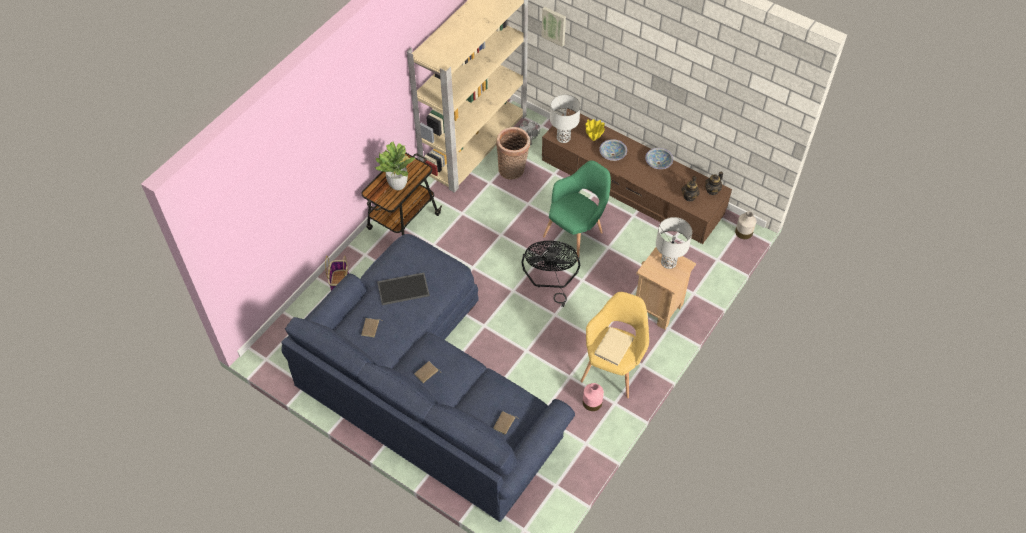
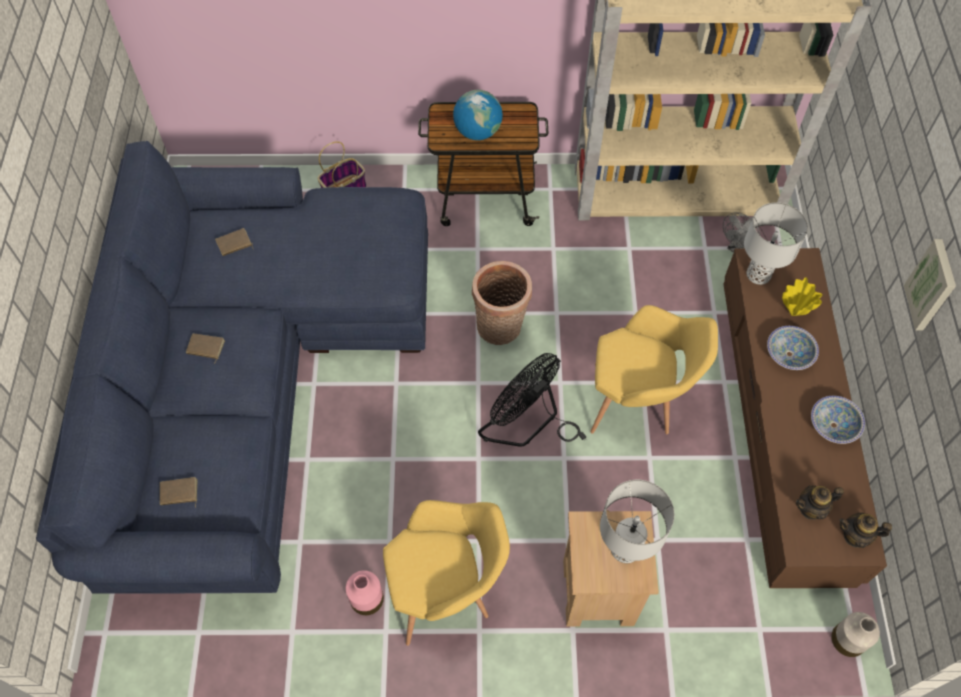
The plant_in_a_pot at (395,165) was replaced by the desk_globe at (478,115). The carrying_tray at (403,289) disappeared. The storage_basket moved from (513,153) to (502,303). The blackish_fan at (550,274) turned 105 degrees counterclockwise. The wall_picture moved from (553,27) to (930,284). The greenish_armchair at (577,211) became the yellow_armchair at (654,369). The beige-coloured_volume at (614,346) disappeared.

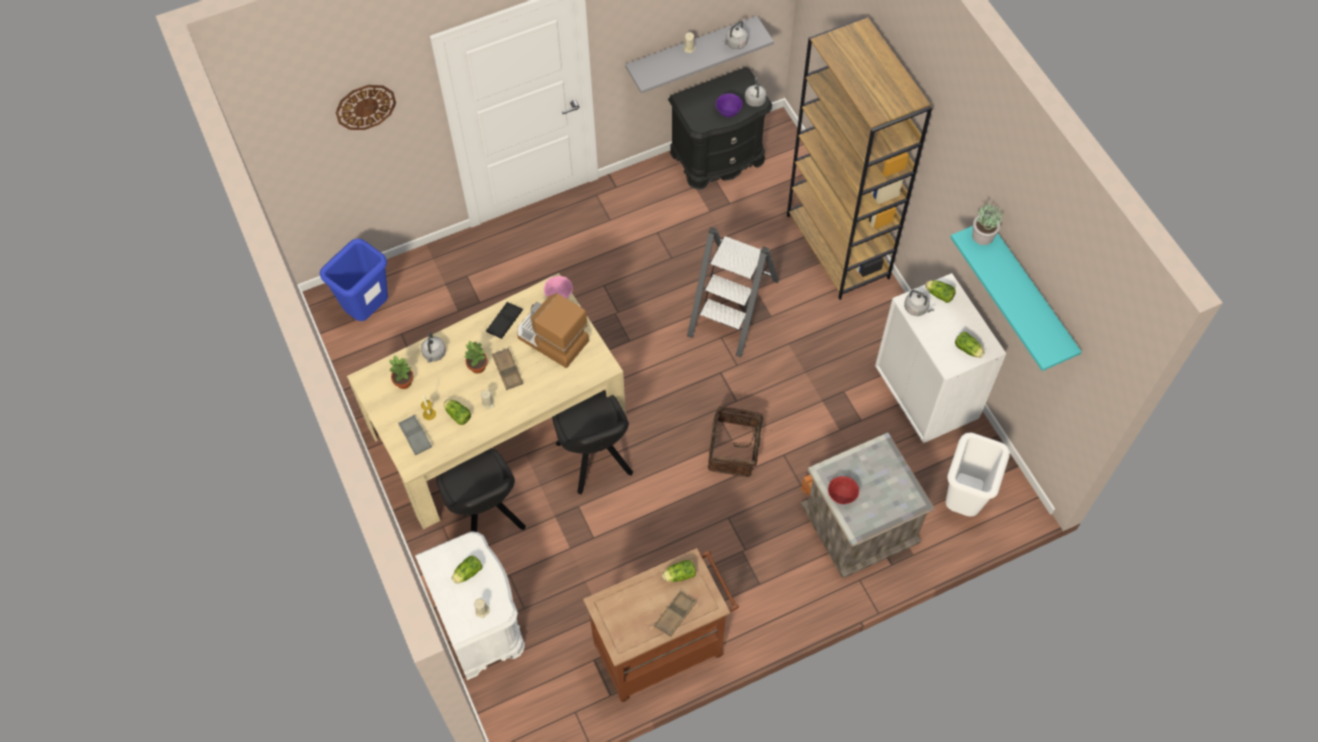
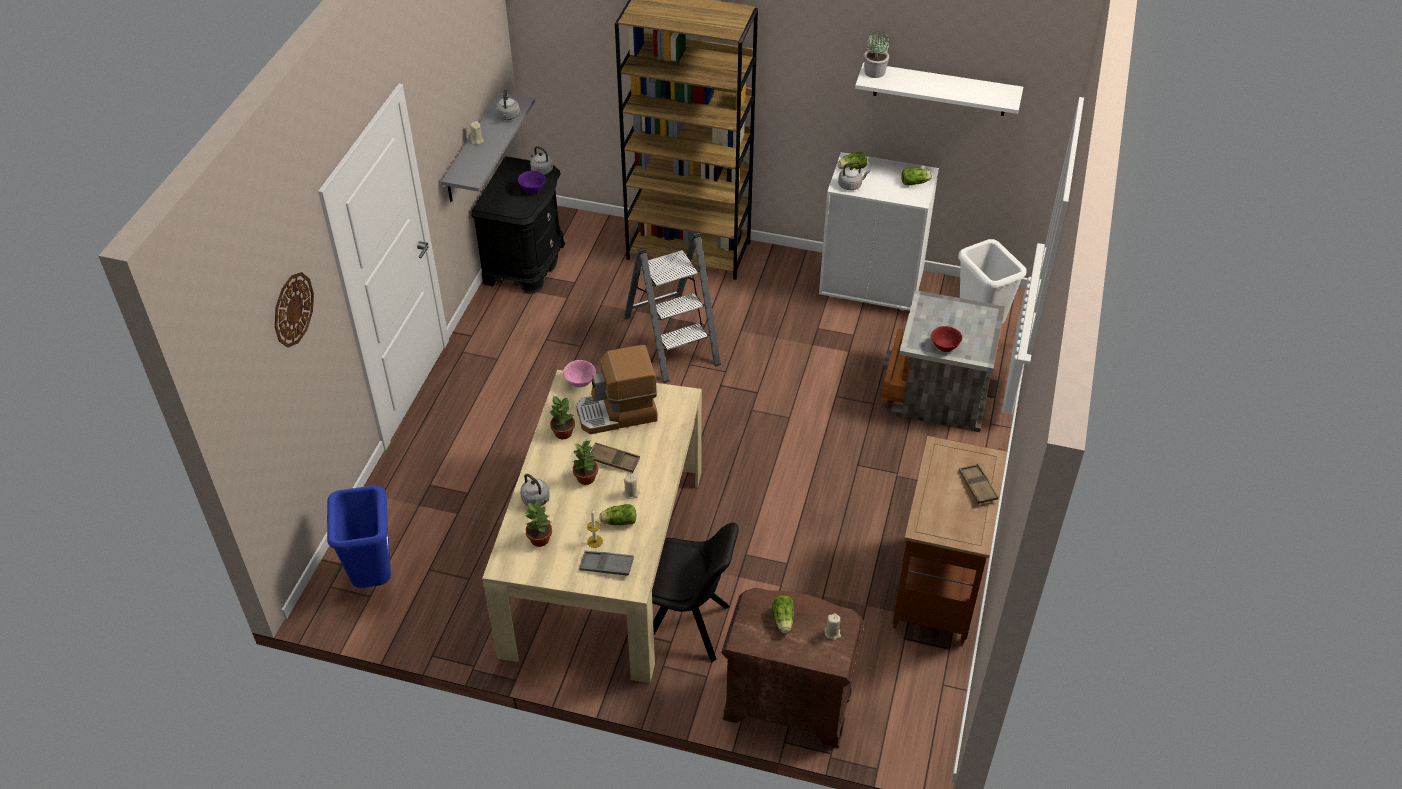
The white-coloured_bedside_table at (470,605) became the brownish_bedside_table at (792,668). The blackish_carrying_tray at (504,320) was replaced by the plant_in_a_pot at (562,417). The blackish_chair at (592,442) disappeared. The head_of_lettuce at (679,571) disappeared. The storage_basket at (739,441) disappeared. The turquoise-coloured_wall_shelf at (1016,298) became the white-coloured_wall_shelf at (939,89).

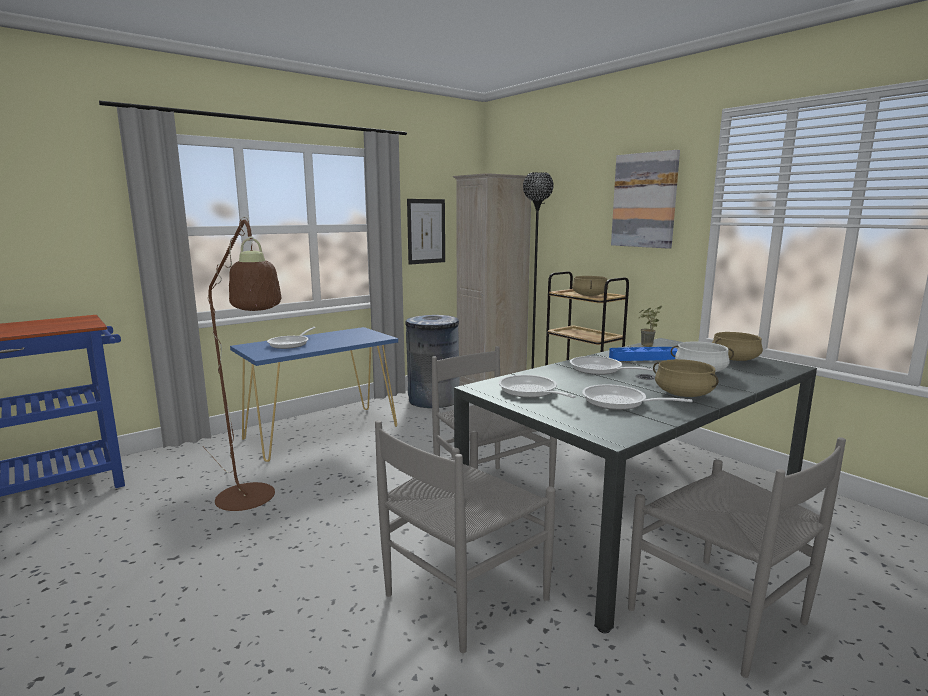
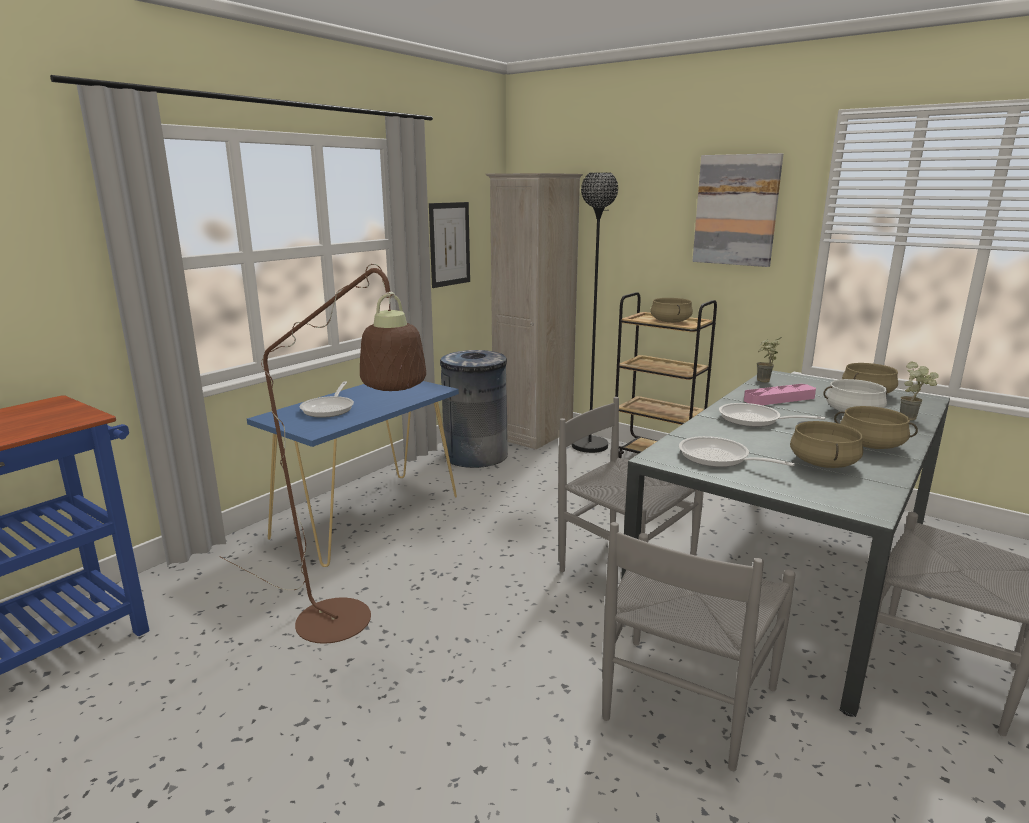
The frying_pan at (637,397) was replaced by the beige-coloured_cooking_pot at (826,444). The bluish_carrying_tray at (643,354) became the pink_carrying_tray at (780,394). The plant_in_a_pot at (919,390) appeared.

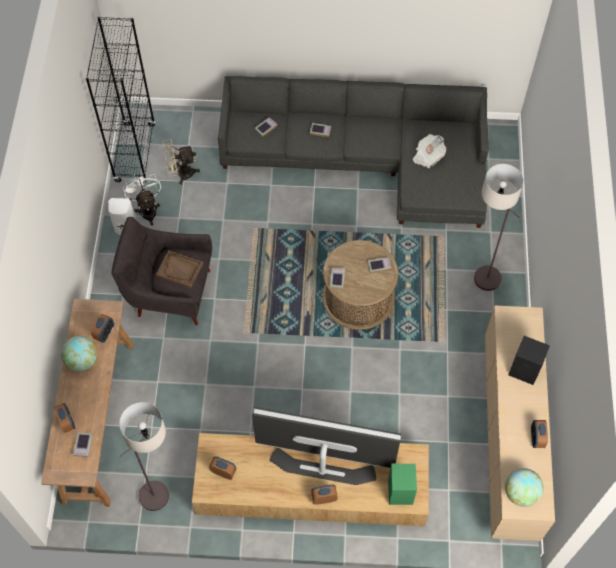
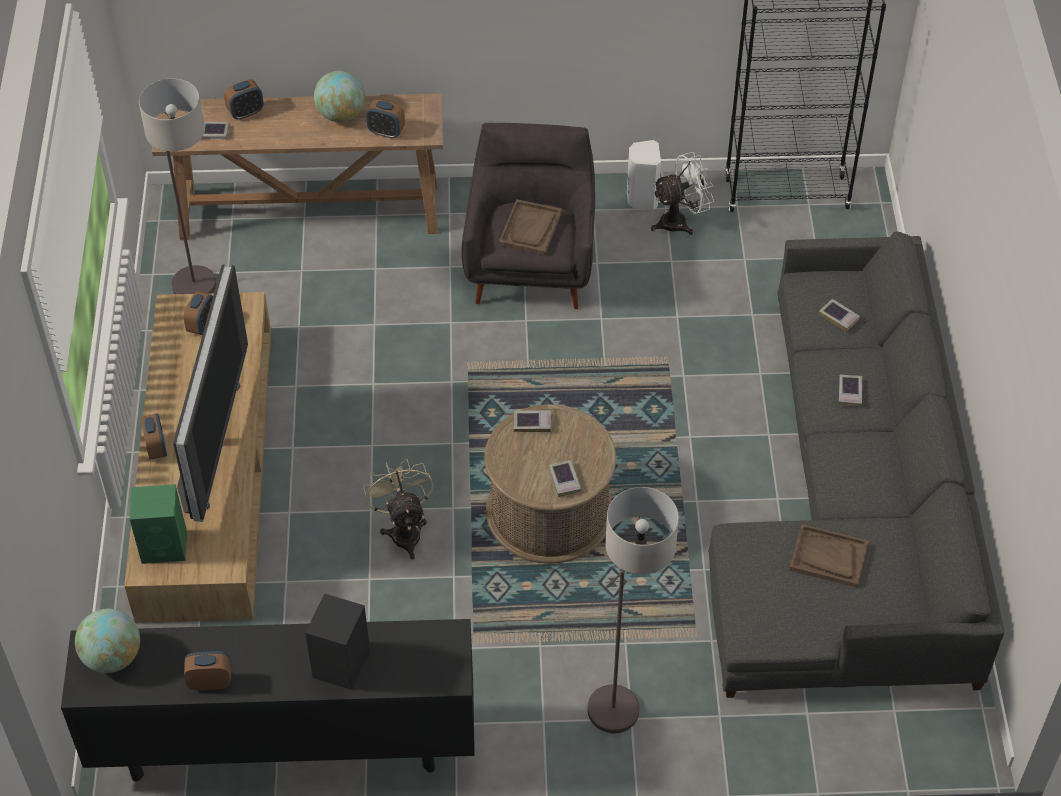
The beige-coloured_fan moved from (181,162) to (398,509). The newspaper at (429,151) was replaced by the brownish_carrying_tray at (829,556). The beige-coloured_cupboard at (520,423) became the blackish_cupboard at (268,700).

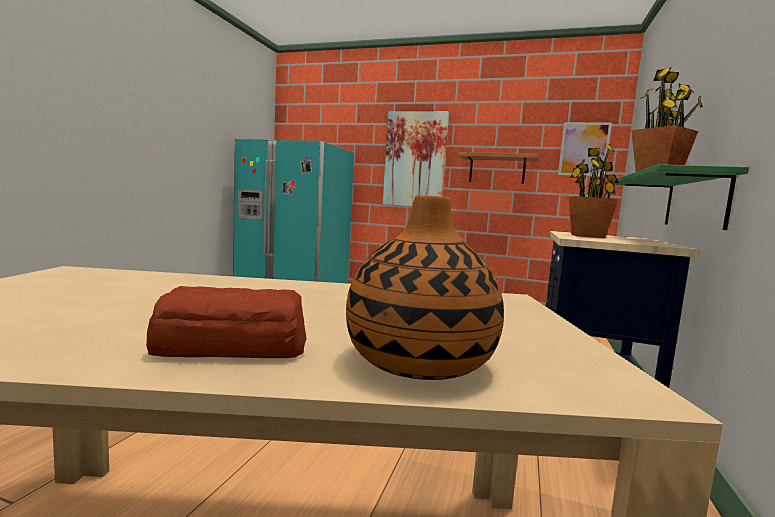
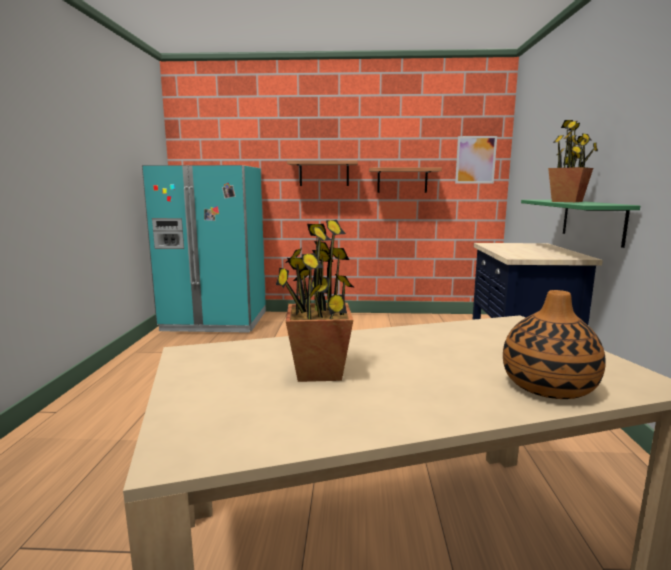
The bread at (226,322) disappeared. The wall_picture at (416,158) was replaced by the wall_shelf at (322,173). The plant_in_a_pot moved from (594,190) to (315,301).

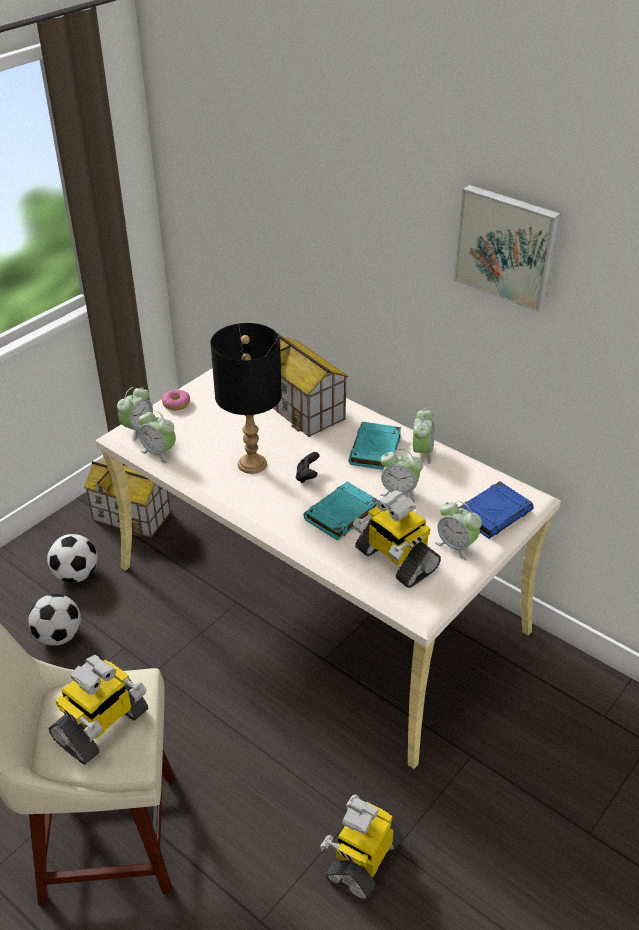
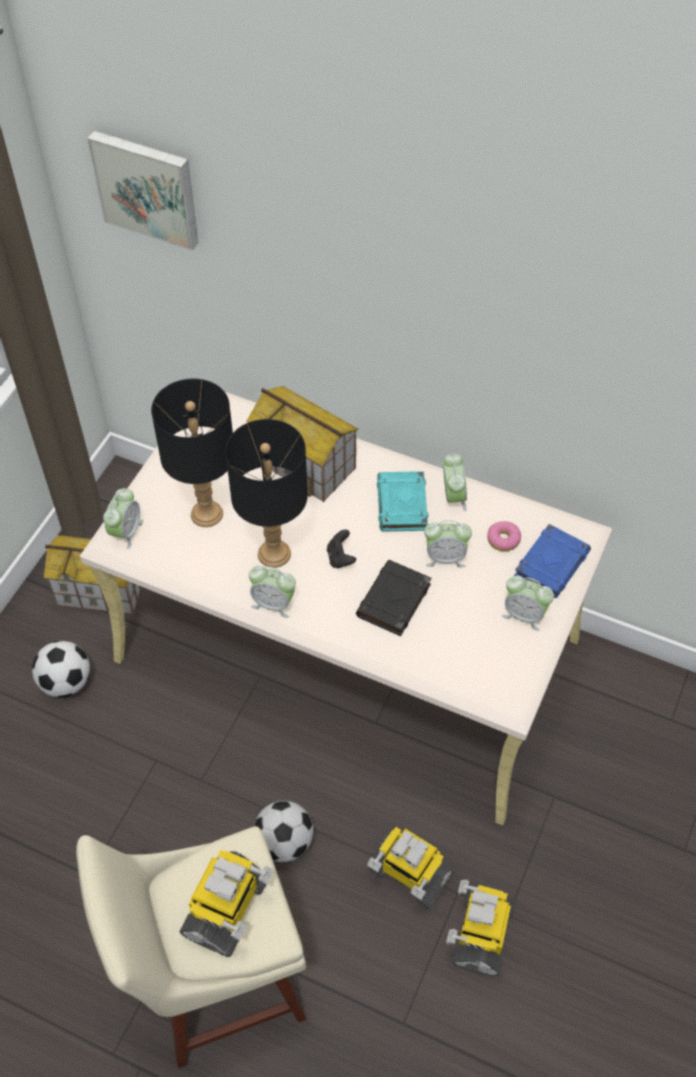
The ball_for_football moved from (54,620) to (283,831). The alarm_clock moved from (157,436) to (272,591). The ring_doughnut moved from (176,399) to (504,536). The turquoise-coloured_volume at (341,511) became the blackish_volume at (393,598). The model_robot moved from (397,539) to (410,868). The wall_picture moved from (507,248) to (143,191). The blackish_tabletop_lamp at (192,453) appeared.

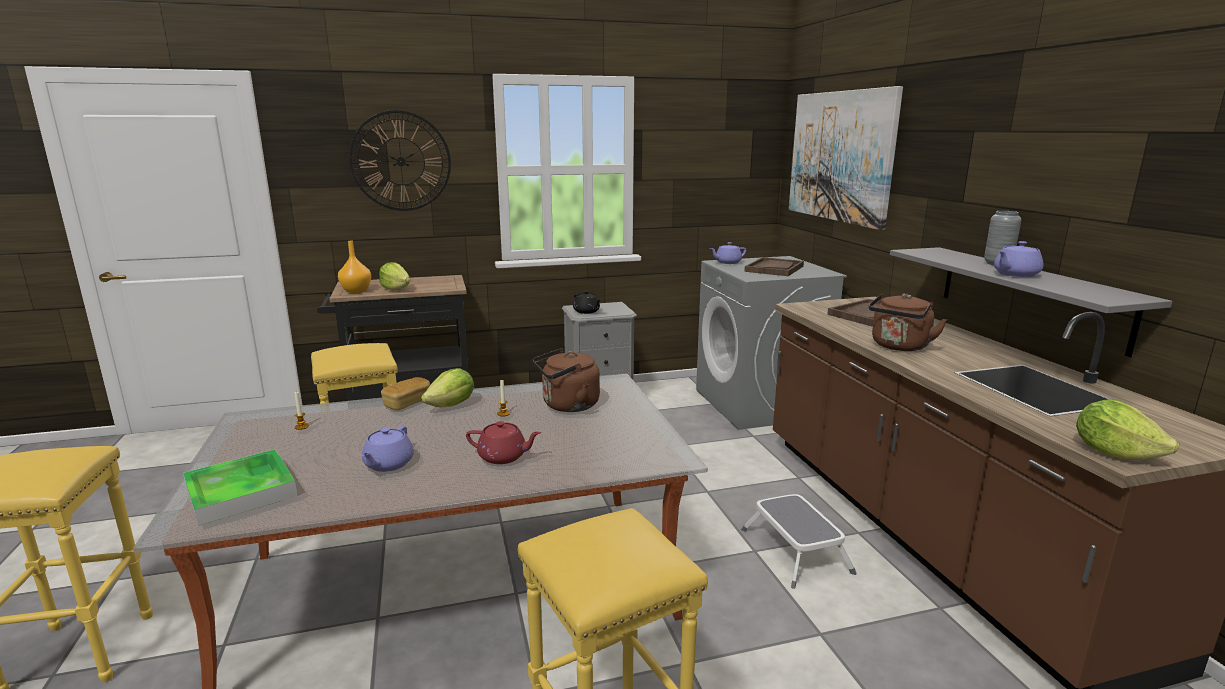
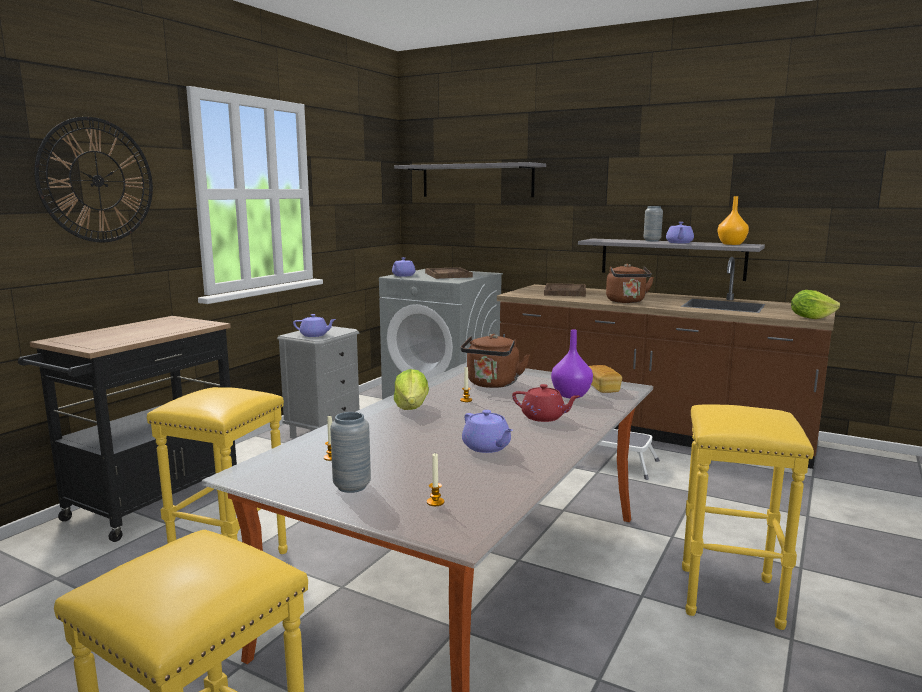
The carrying_tray at (240,487) was replaced by the candle at (435,479). The orange_vase moved from (354,266) to (733,220). The head_of_lettuce at (394,276) disappeared. The bread moved from (405,393) to (605,379). The red_tea_pot at (503,442) turned 60 degrees clockwise. The blackish_tea_pot at (586,302) became the purple_tea_pot at (314,325). The wall_picture at (846,158) was replaced by the greyish_wall_shelf at (470,179). The greyish_vase at (350,452) appeared. The purple_vase at (572,364) appeared.

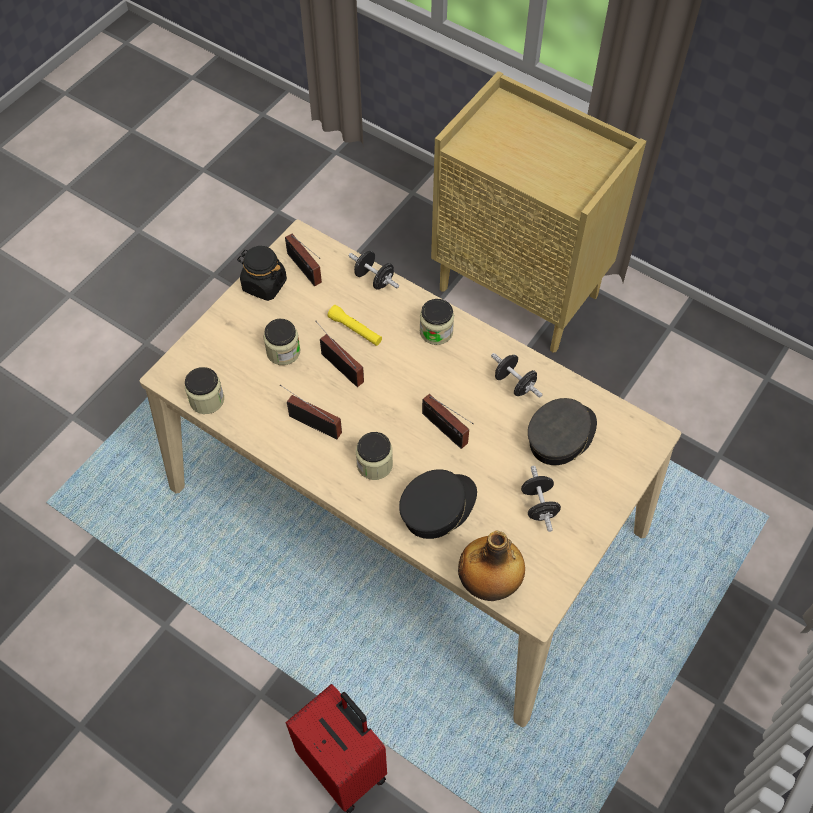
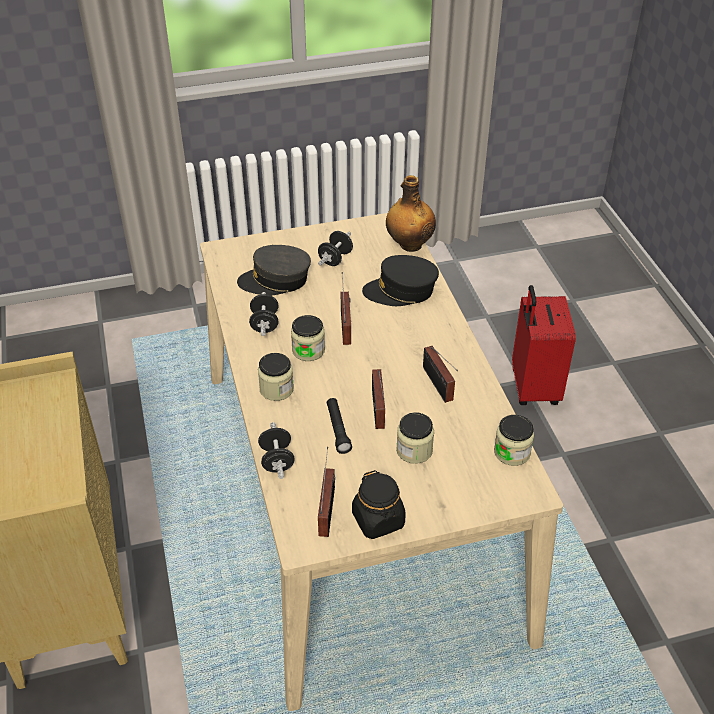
The yellow_hand_torch at (354,325) became the blackish_hand_torch at (339,426). The storage_jar moved from (374,456) to (308,338).

